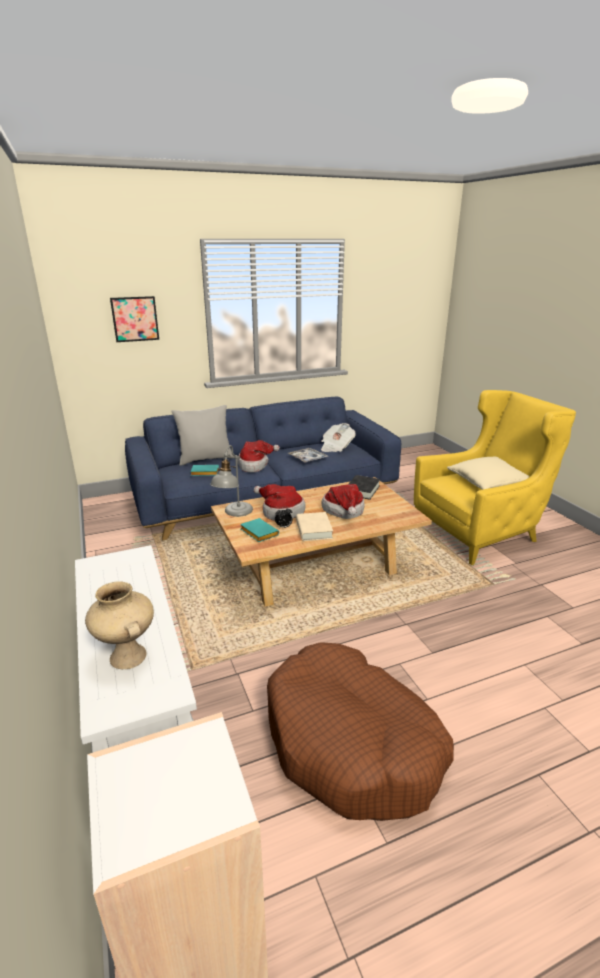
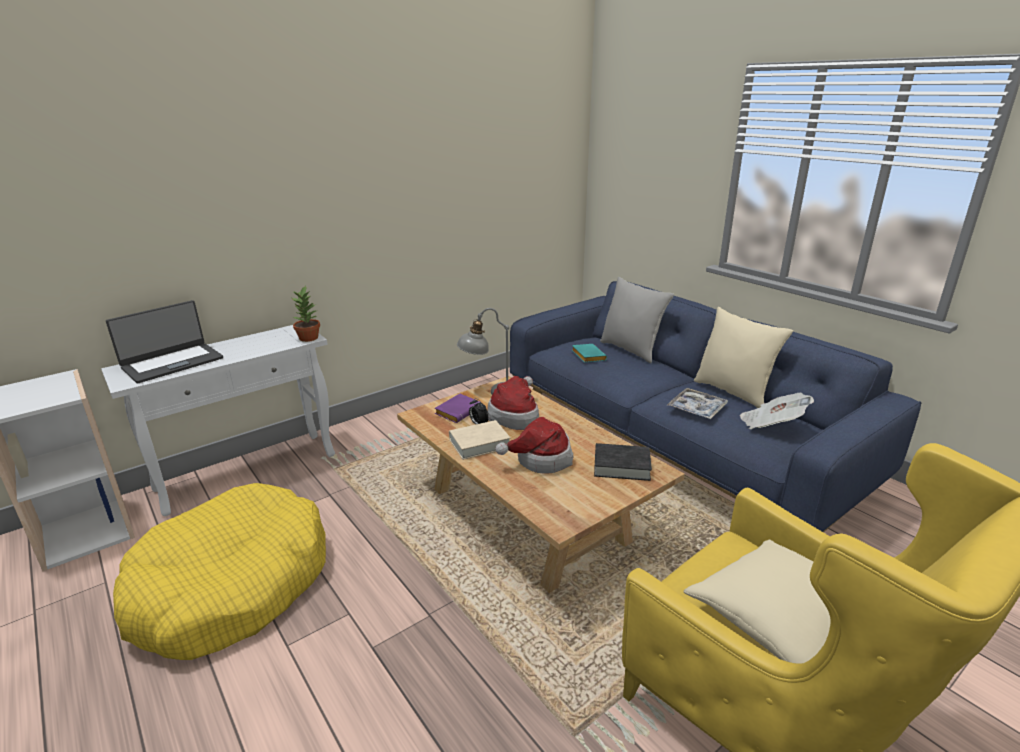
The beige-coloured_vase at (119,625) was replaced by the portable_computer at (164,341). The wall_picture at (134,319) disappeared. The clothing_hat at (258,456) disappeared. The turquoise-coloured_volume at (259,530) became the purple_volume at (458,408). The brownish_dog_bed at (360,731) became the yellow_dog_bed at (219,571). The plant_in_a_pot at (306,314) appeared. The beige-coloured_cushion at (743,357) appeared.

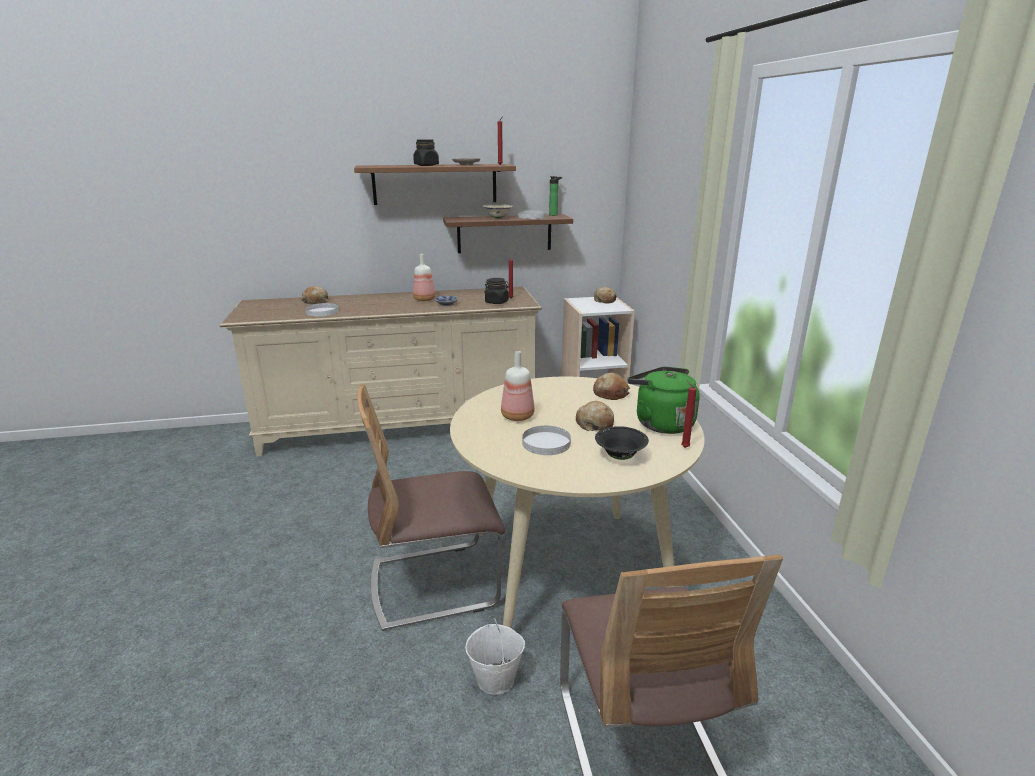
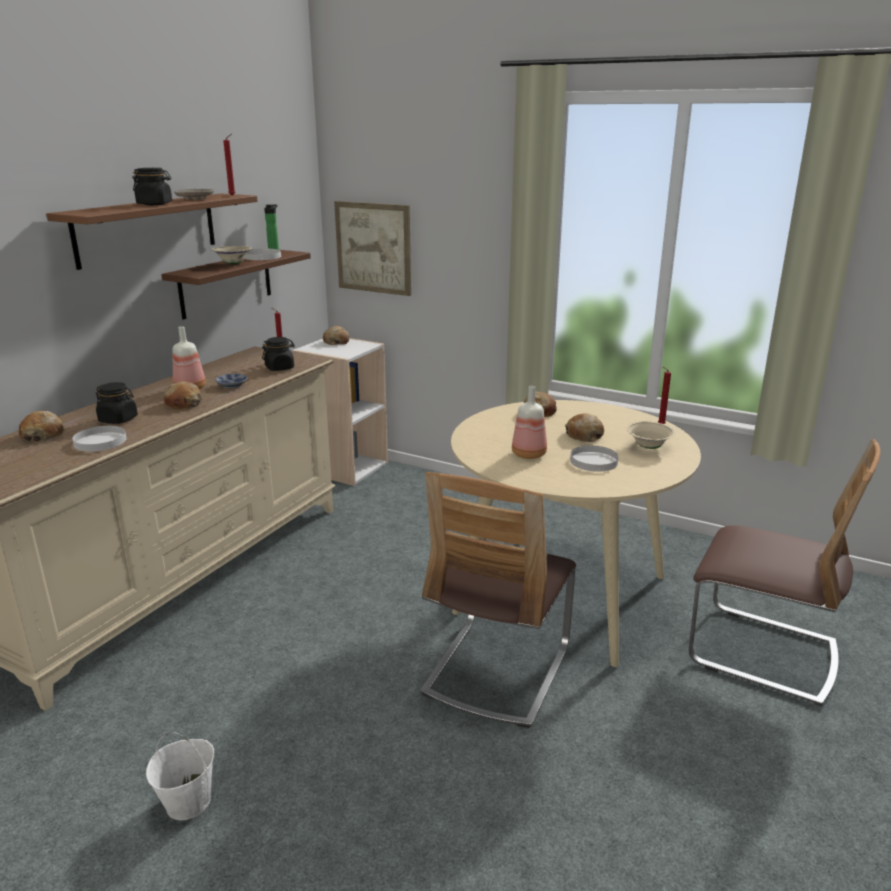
The white-coloured_water_bucket moved from (495,655) to (180,776). The blackish_serving_bowl at (622,443) became the beige-coloured_serving_bowl at (651,435). The greenish_tea_kettle at (663,400) disappeared. The blackish_storage_jar at (117,403) appeared. The bread at (182,395) appeared. The wall_picture at (372,248) appeared.

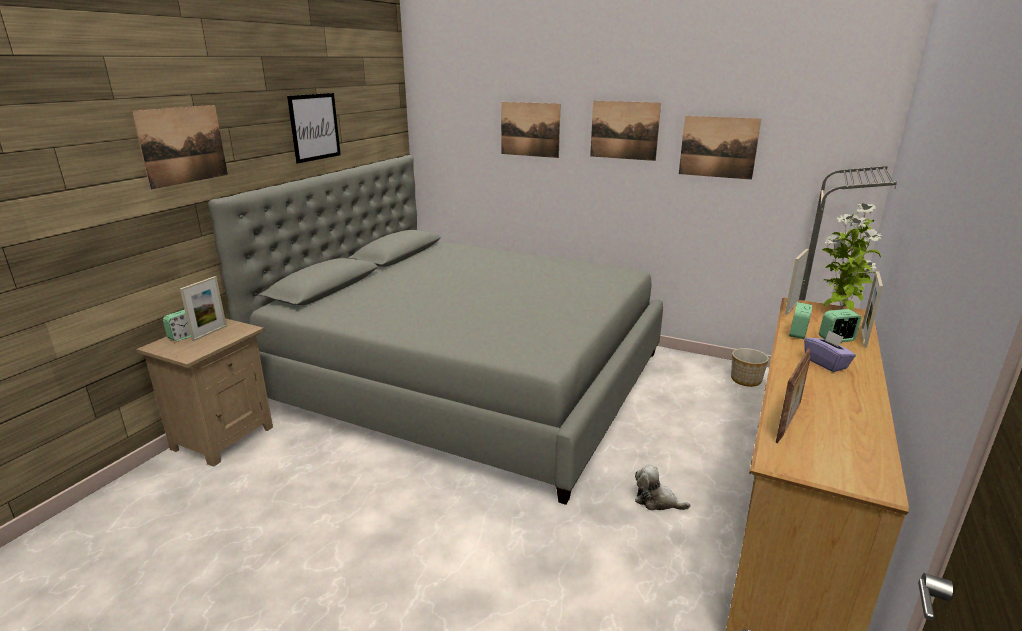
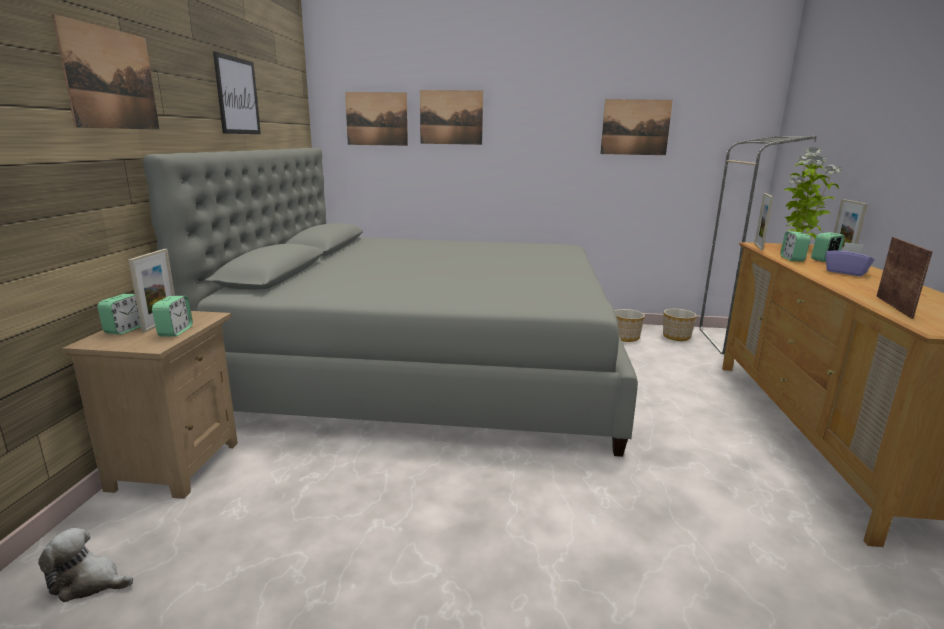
The wall_picture moved from (625,131) to (376,119). The soft_toy moved from (662,487) to (85,565). The alarm_clock at (172,316) appeared. The planter at (630,325) appeared.

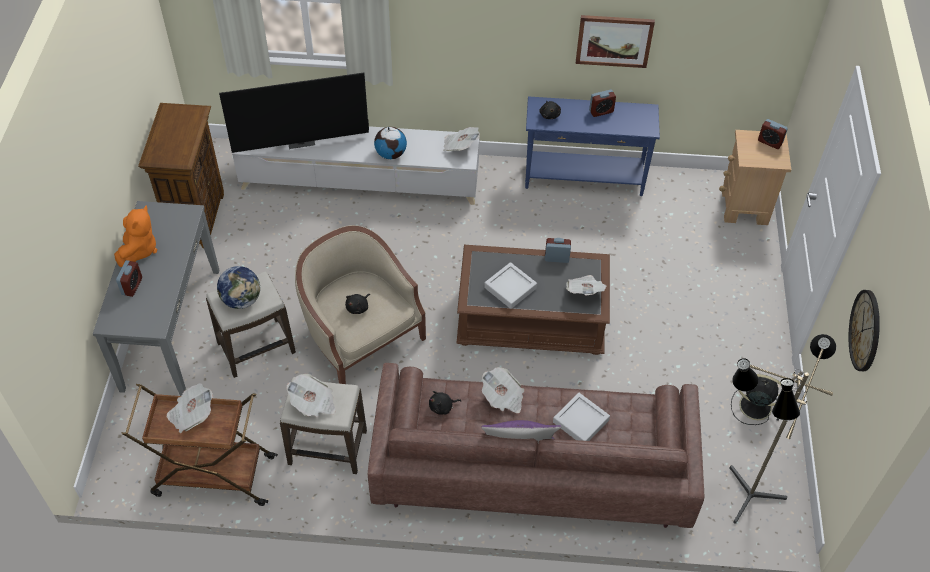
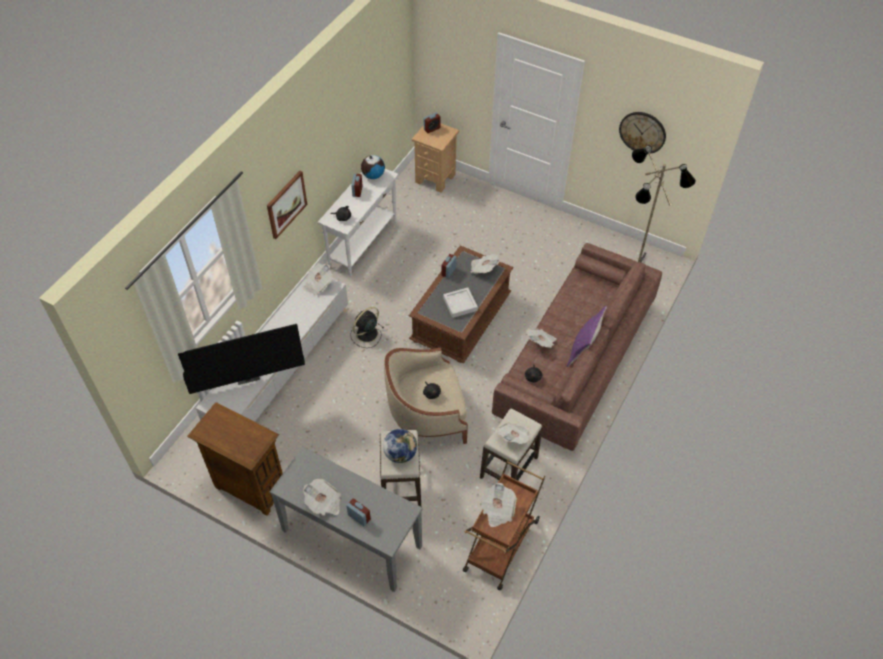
The orange_soft_toy at (135,236) was replaced by the newspaper at (322,497). The TV_set at (294,113) turned 60 degrees clockwise. The desk_globe moved from (390,143) to (373,167). The bluish_console_table at (592,146) became the white-coloured_console_table at (358,223). The greyish_carrying_tray at (581,416) disappeared. The wall_picture moved from (615,41) to (287,205). The blackish_fan moved from (756,399) to (367,327).

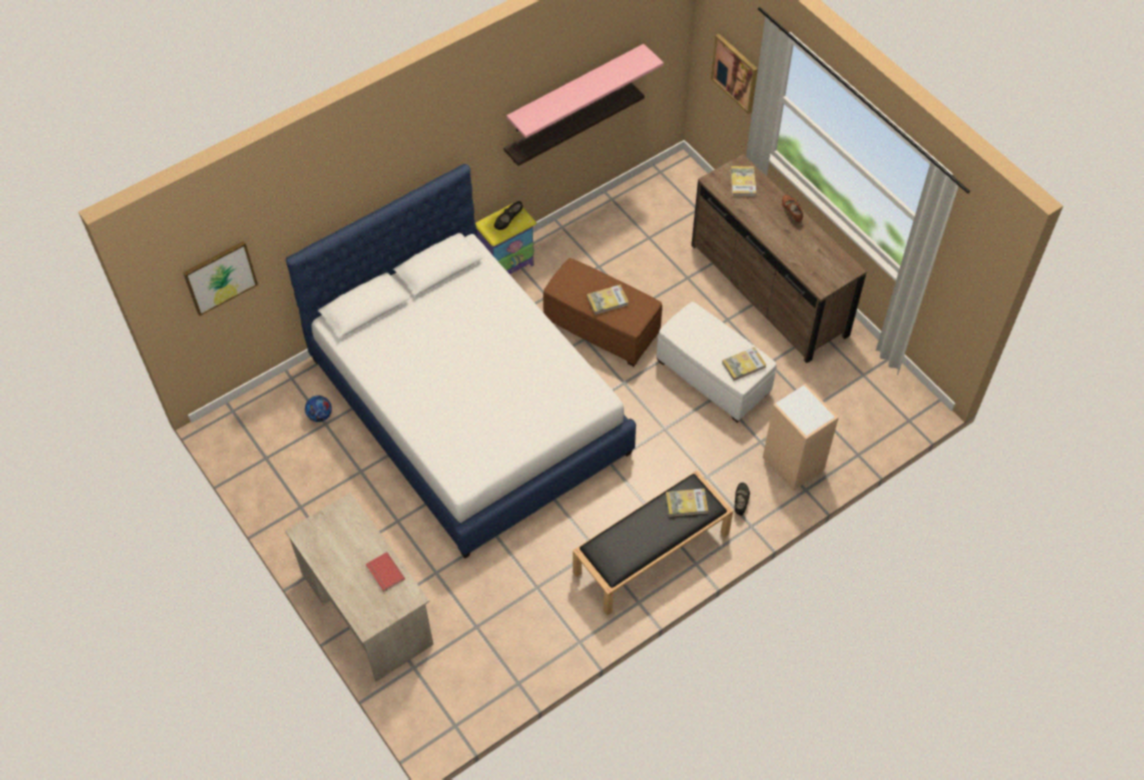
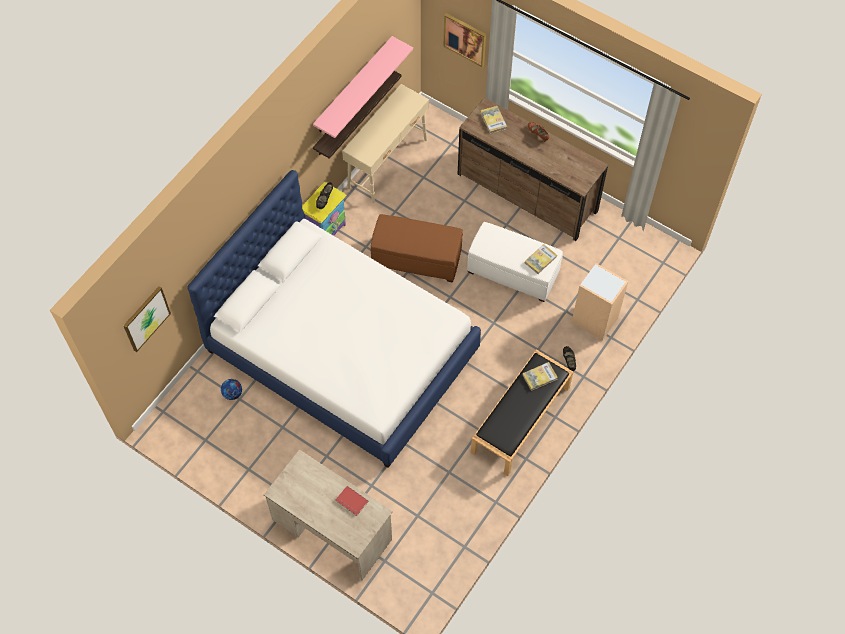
The volume at (608,300) disappeared. The beige-coloured_console_table at (385,143) appeared.

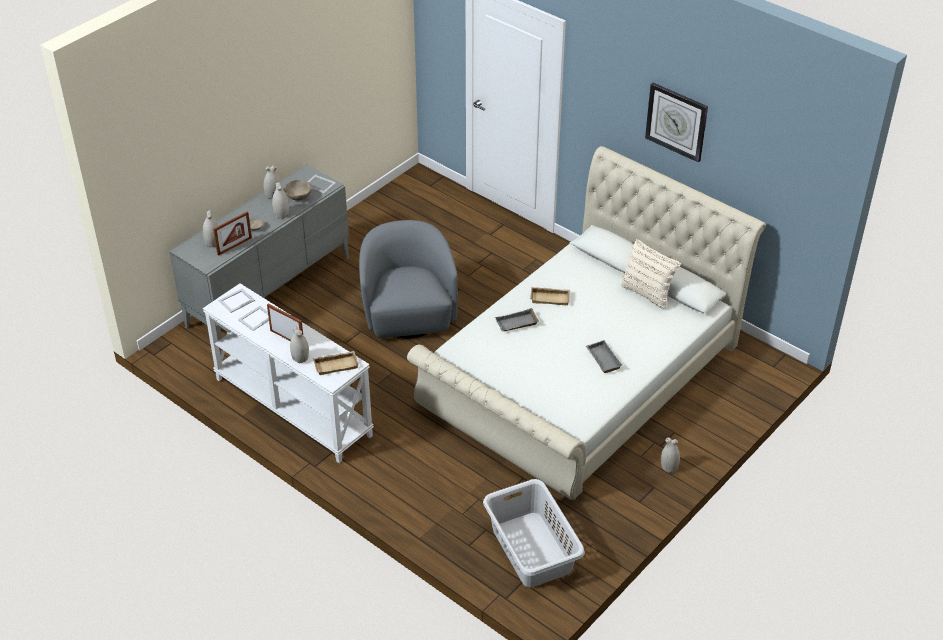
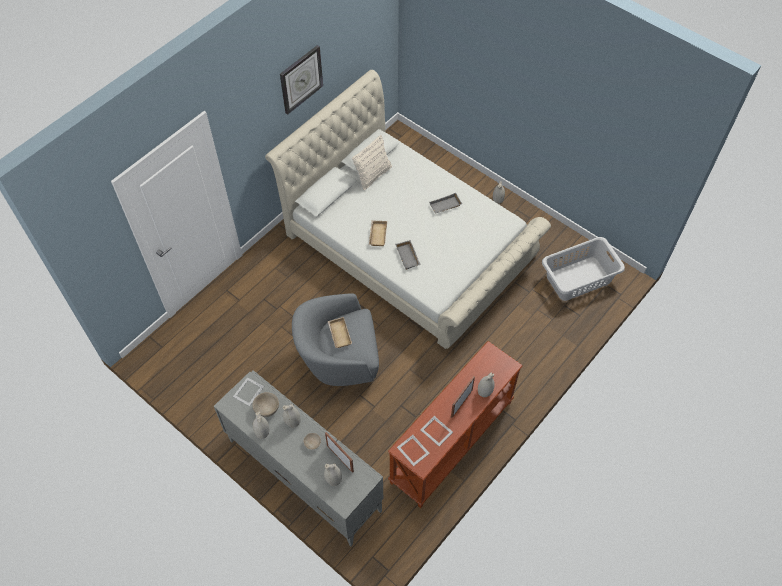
The white-coloured_console_table at (288,373) became the brownish_console_table at (455,424). The beige-coloured_carrying_tray moved from (336,363) to (340,332).

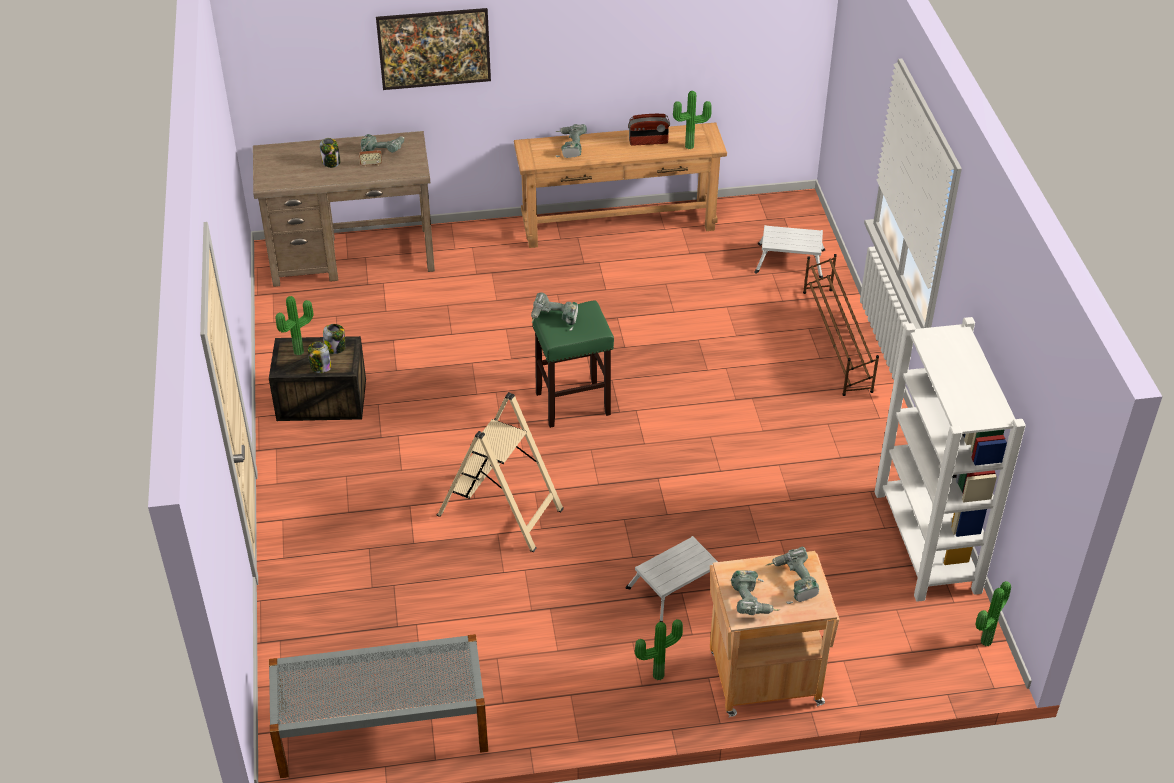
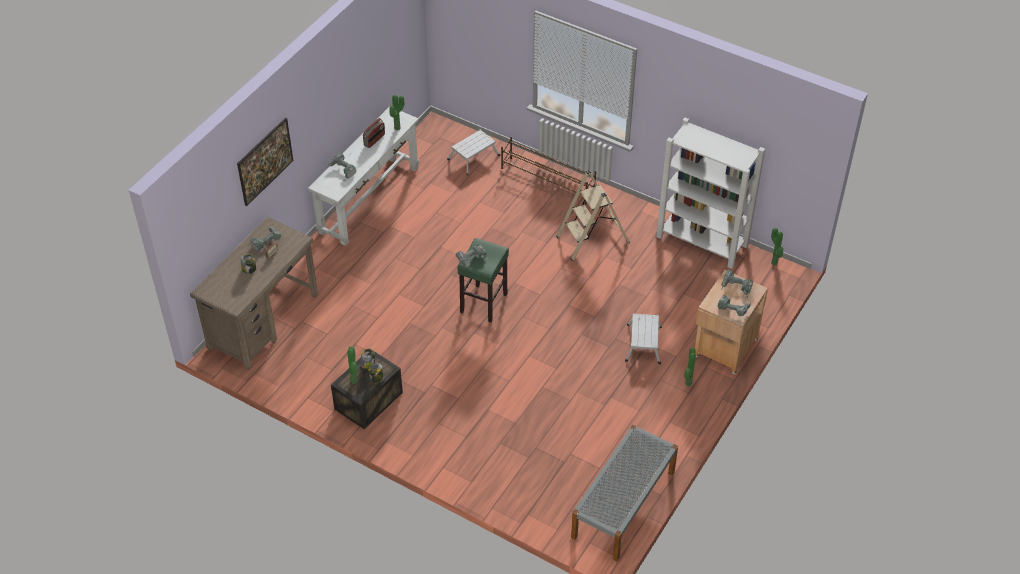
The beige-coloured_step_stool moved from (500,472) to (593,215). The brownish_console_table at (620,185) became the white-coloured_console_table at (363,176).

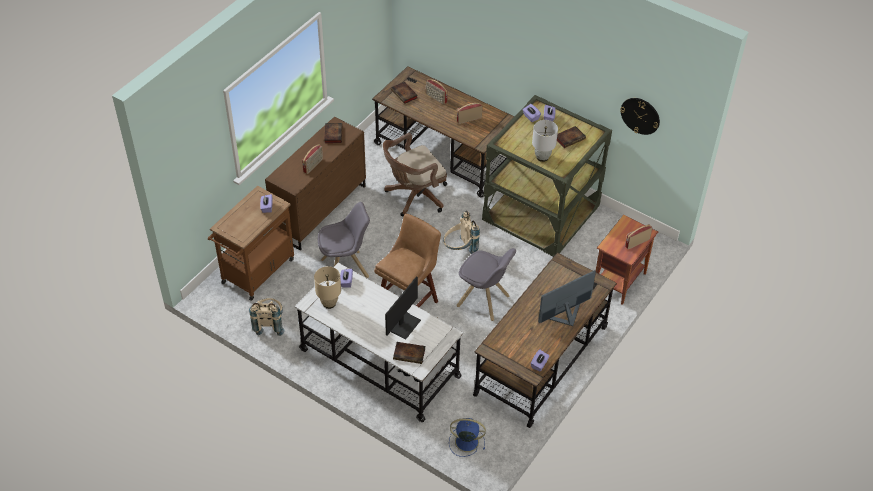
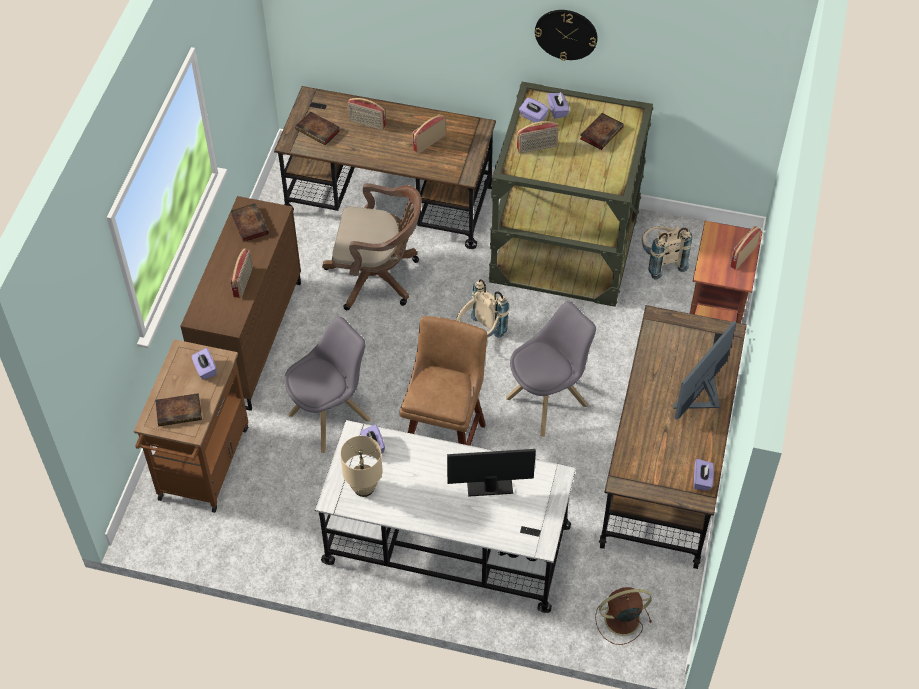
The beige-coloured_knapsack moved from (267,317) to (667,252). The brownish_computer_chair at (415,175) turned 120 degrees counterclockwise. The computer_display at (403,308) turned 105 degrees counterclockwise. The volume moved from (409,353) to (178,409). The bluish_fan at (467,437) became the brownish_fan at (623,616). The greyish_chair at (486,284) turned 45 degrees counterclockwise. The white-coloured_tabletop_lamp at (545,141) disappeared. The wall_clock moved from (640,116) to (566,35). The radio at (538,137) appeared.

